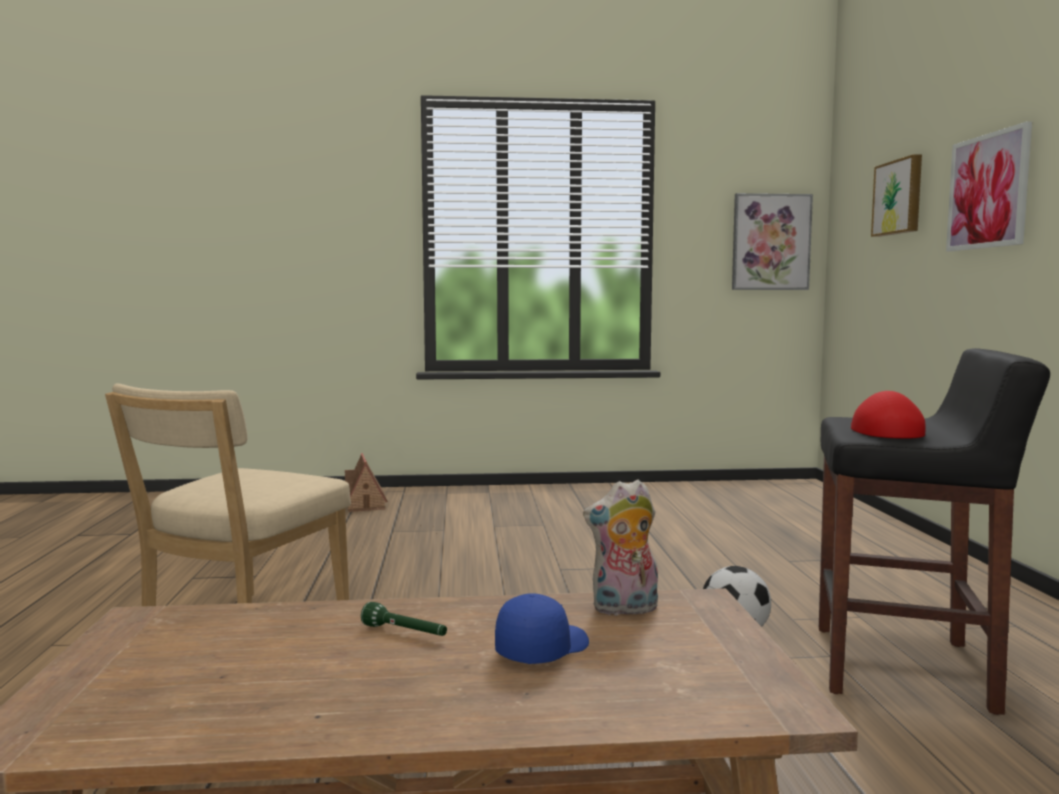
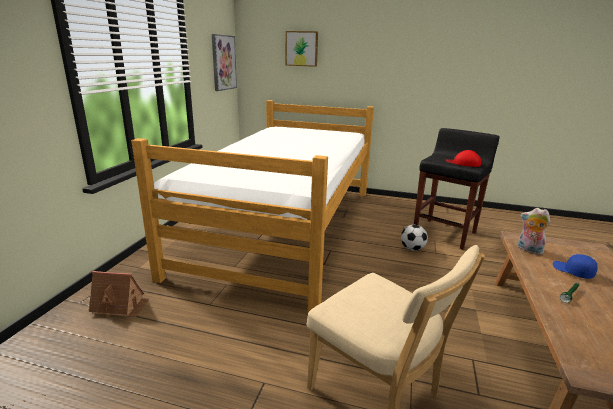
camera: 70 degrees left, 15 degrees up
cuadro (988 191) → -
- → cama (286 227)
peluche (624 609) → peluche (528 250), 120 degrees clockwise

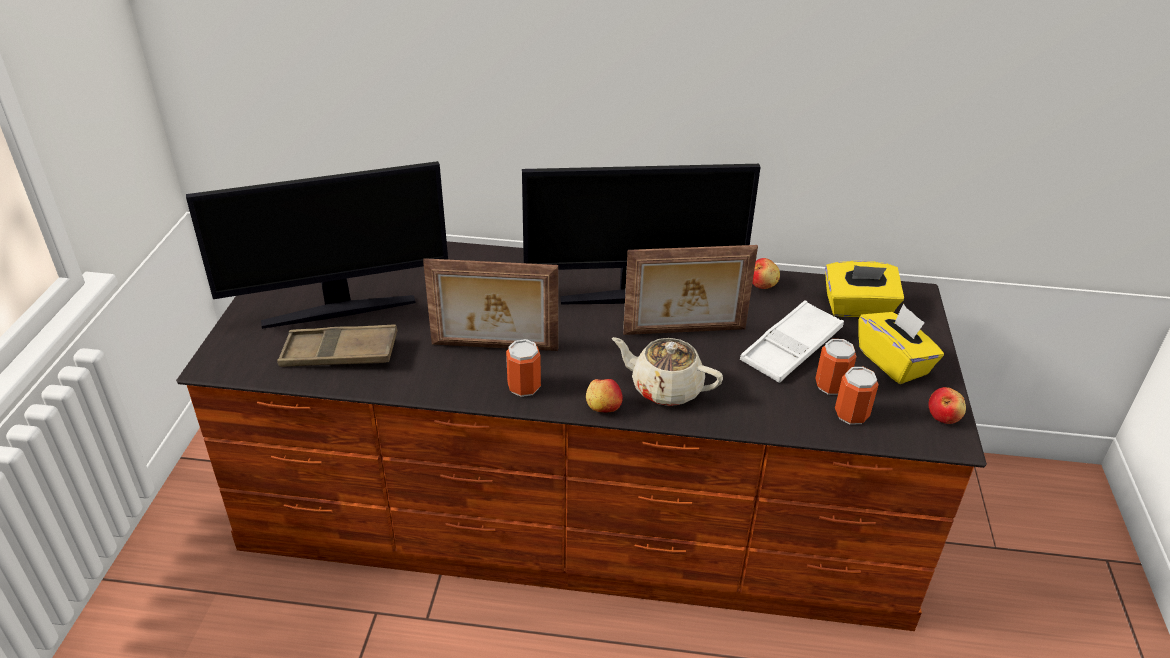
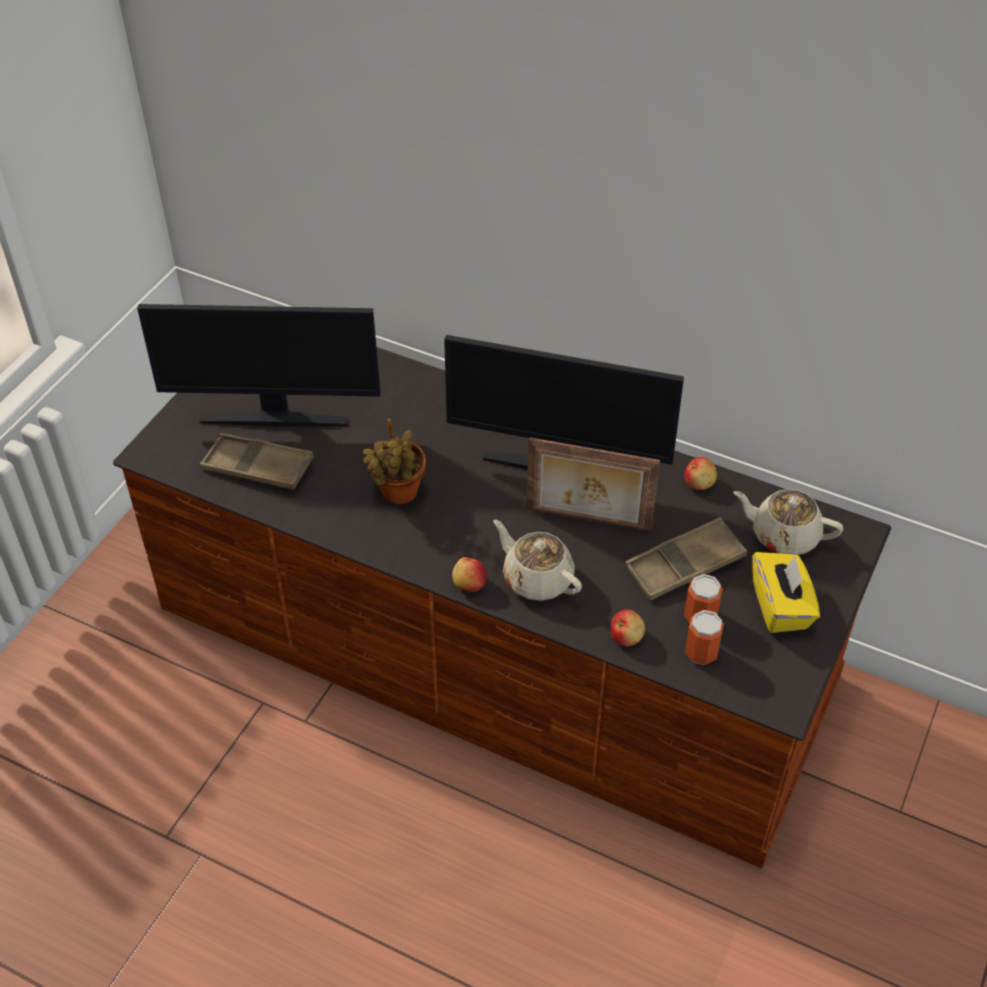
camera: 20 degrees right, 10 degrees up
lata (524 387) → -
manzana (943 416) → manzana (626 636), moved
portarretratos (494 348) → planta en maceta (398 495)
caja de pañuelos (amarillo) (858 308) → tetera (beis) (783 535)
bandeja (blanco) (791 348) → bandeja (marrón) (684 565)

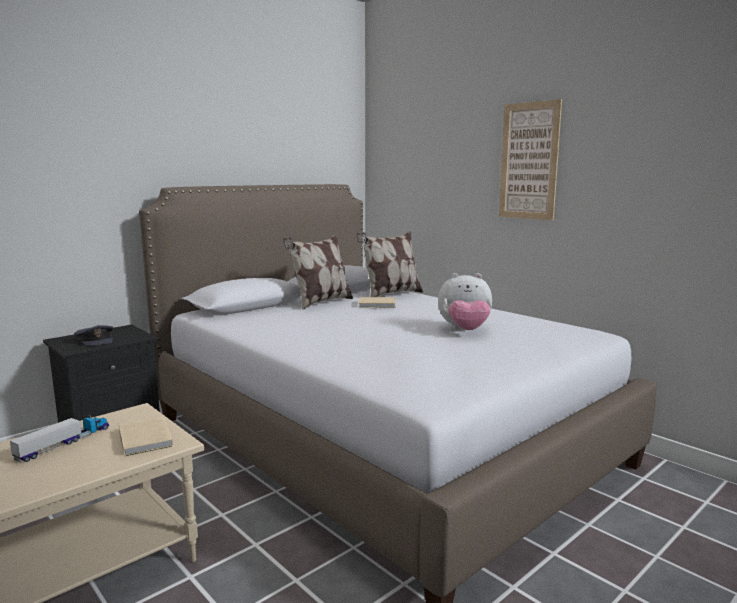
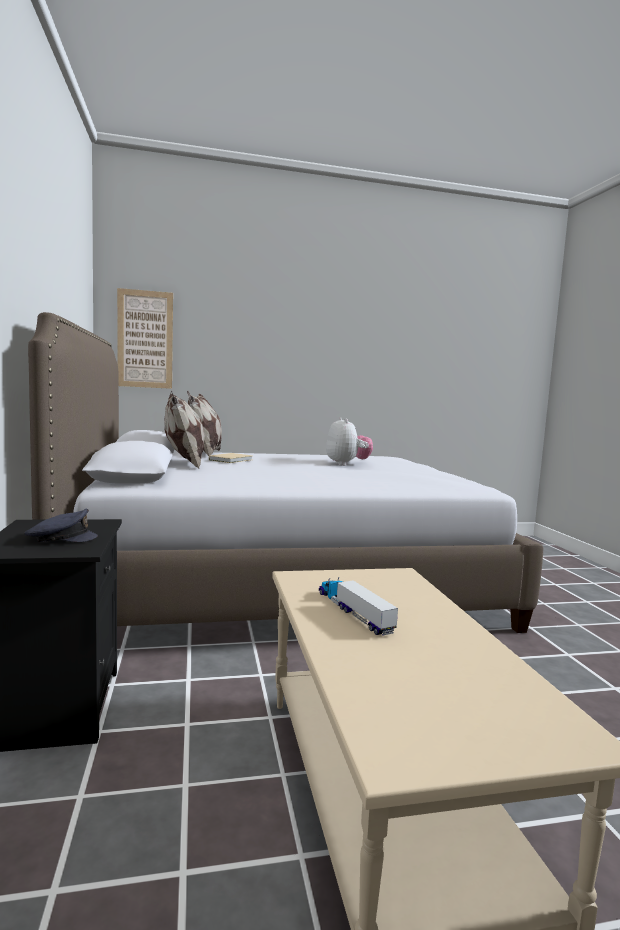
camera: 60 degrees left, 5 degrees down
libro (beis) (144 439) → -
cuadro (529 161) → cuadro (145 339), moved
peluche (465 331) → peluche (347 464), 45 degrees counterclockwise

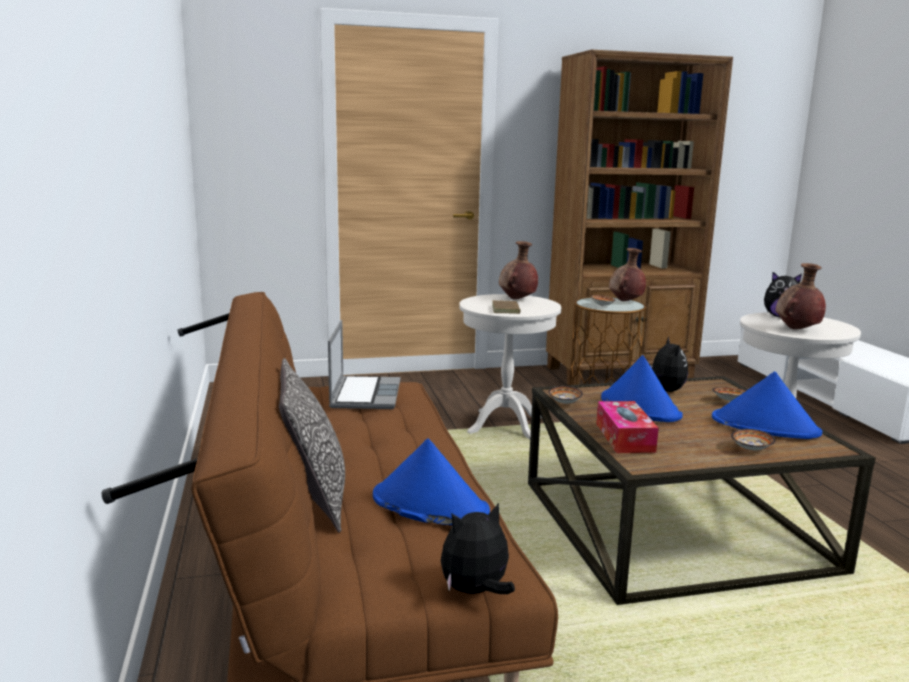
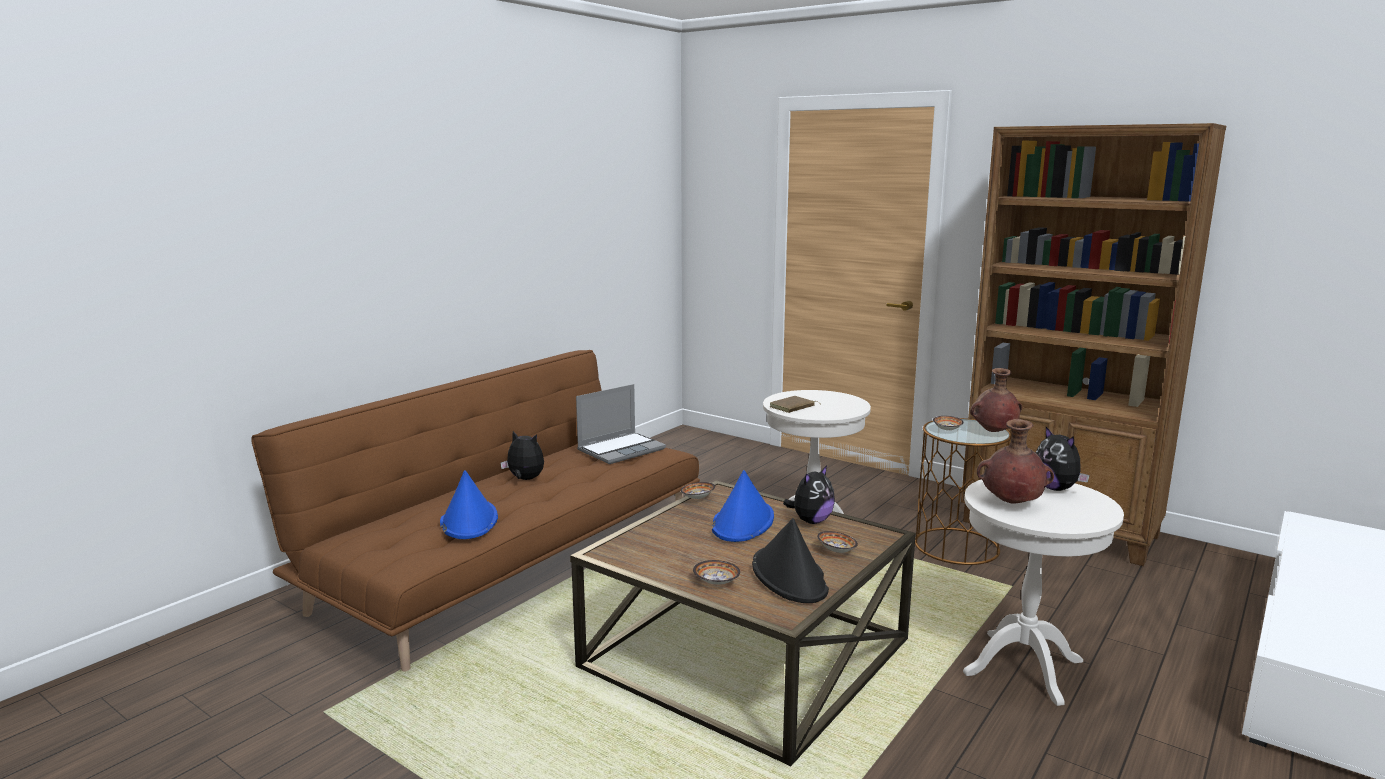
camera: 50 degrees right, 0 degrees up
cojín (313 500) → -
florero (marrón) (517 299) → -
caja de pañuelos (624 437) → -
peluche (476 592) → peluche (525 479), moved
sombrero (azul) (765 426) → sombrero (negro) (789 576)

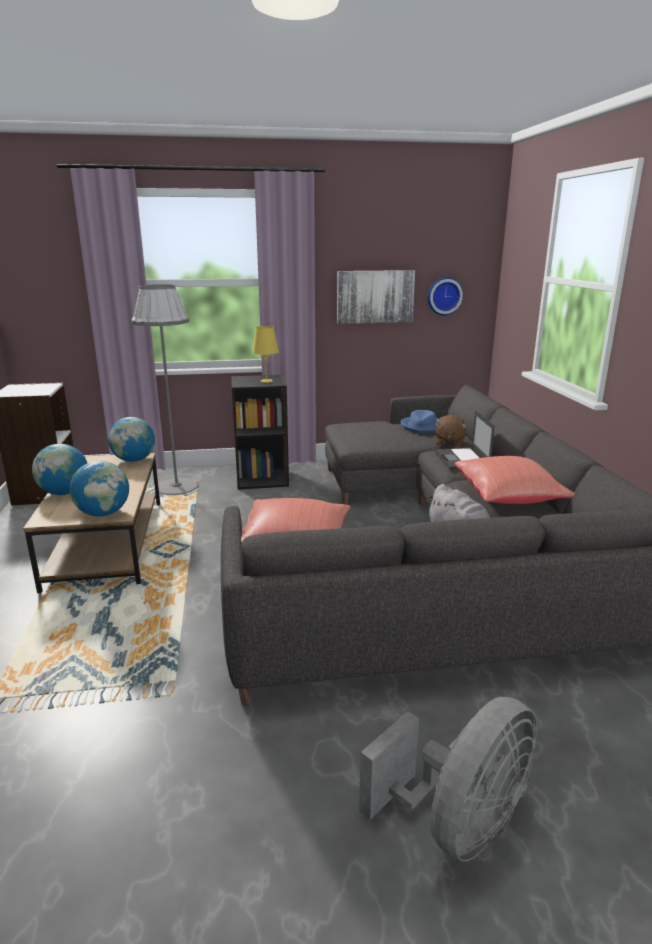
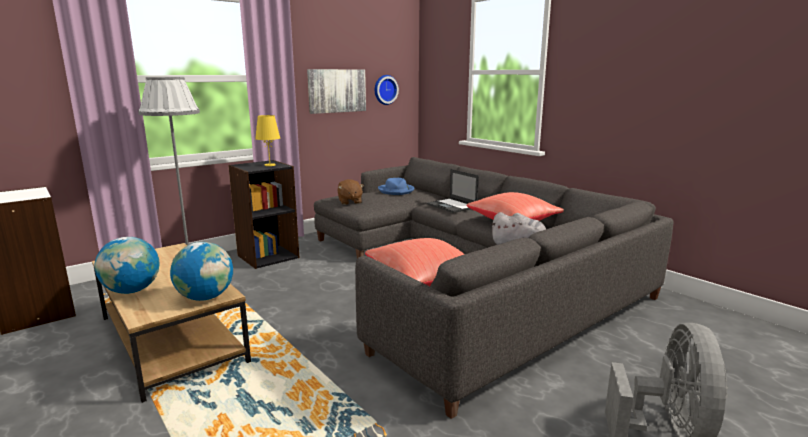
camera: 30 degrees left, 5 degrees down
globo terráqueo (134 460) → -
peluche (marrón) (449 443) → peluche (marrón) (350 202), moved

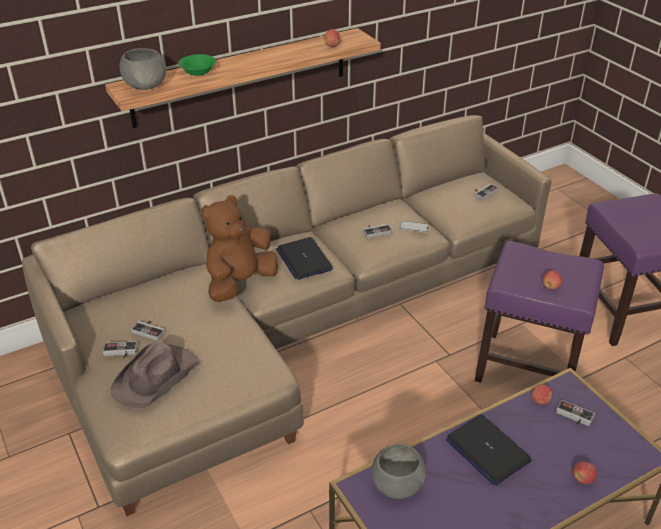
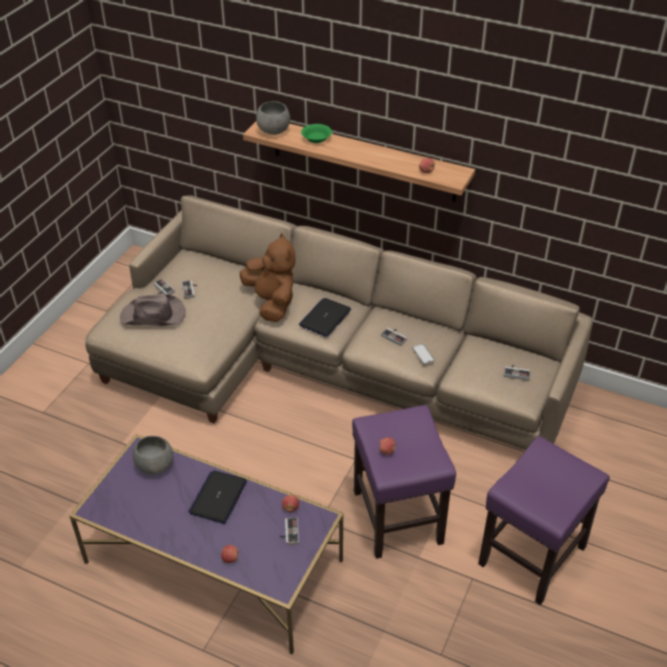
camera: 55 degrees right, 5 degrees up
peluche (marrón) (239 283) → peluche (marrón) (272 302), 60 degrees clockwise

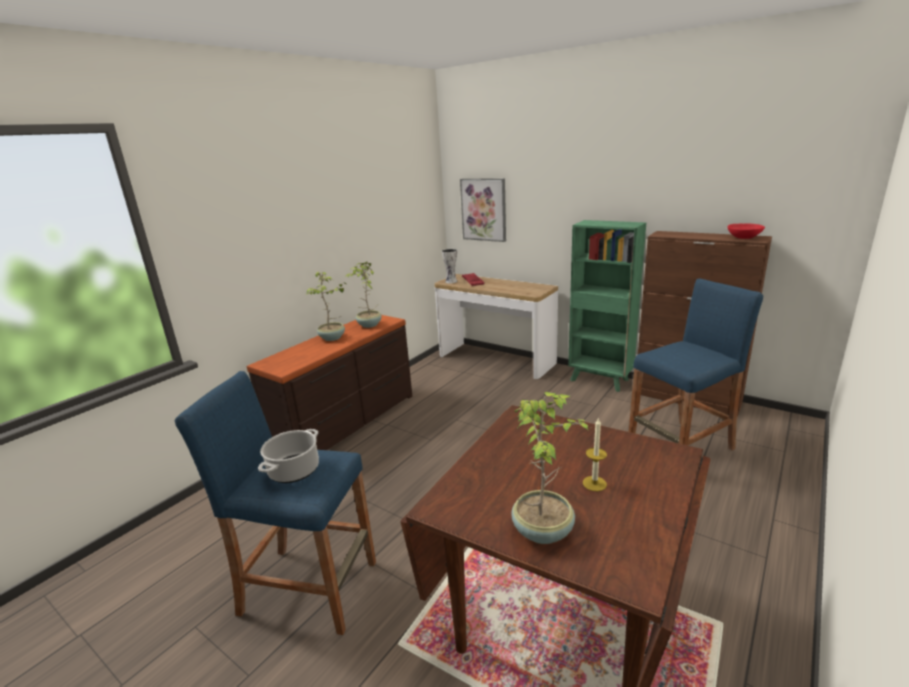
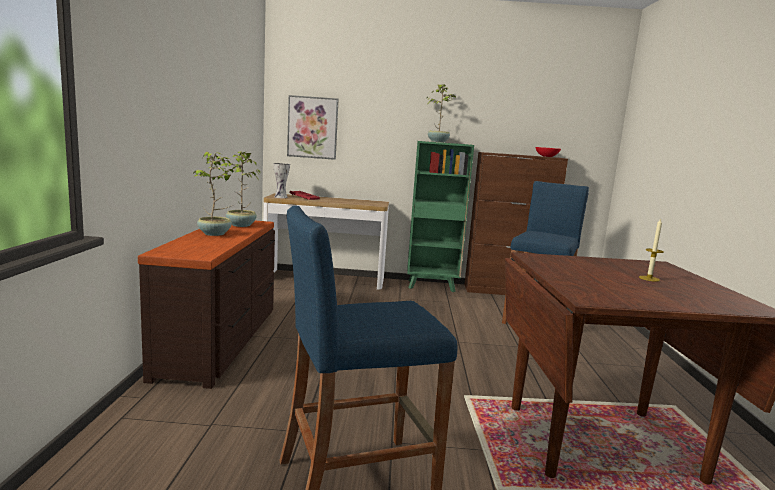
camera: 35 degrees left, 10 degrees down
olla (294 470) → -
planta en maceta (544 530) → planta en maceta (438 142), moved

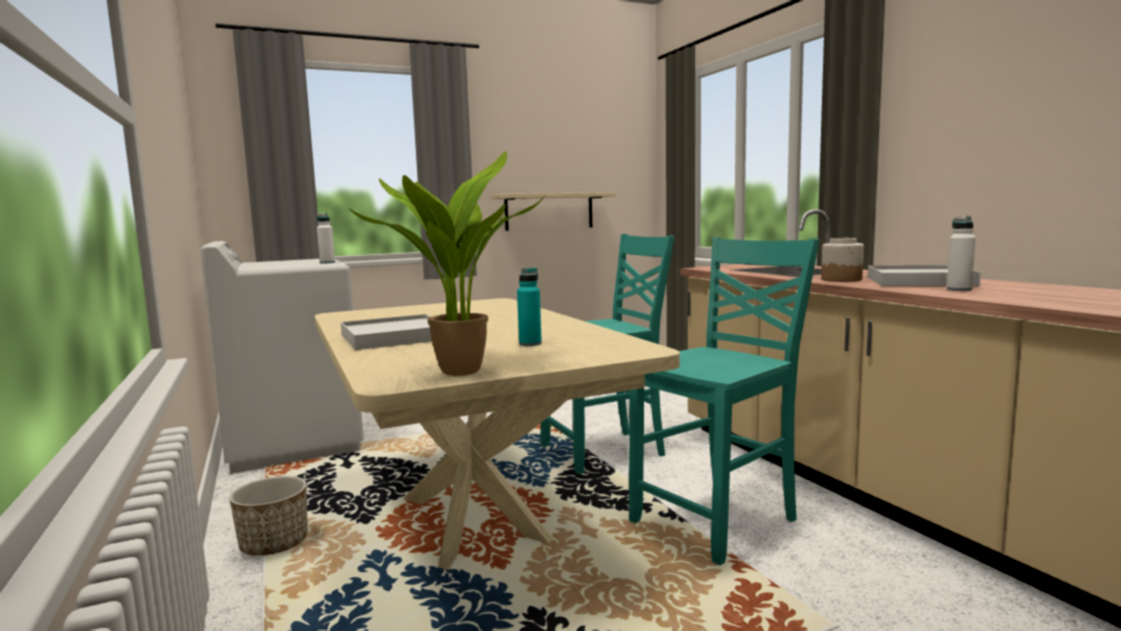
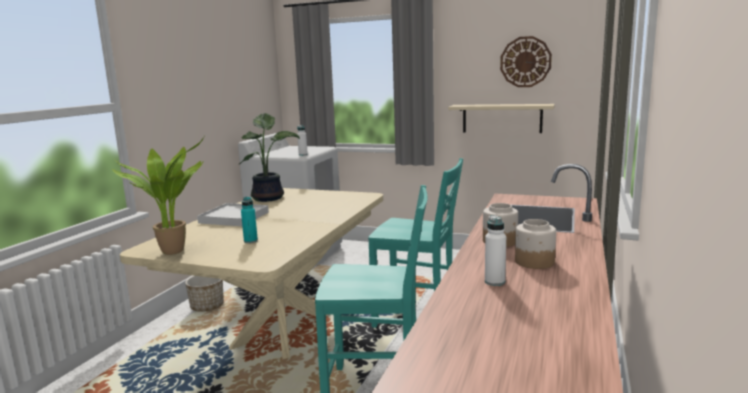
camera: 45 degrees right, 5 degrees up
- → planta en maceta (269 198)
- → reloj de pared (525 62)
bandeja (blanco) (919 281) → tarro (534 262)

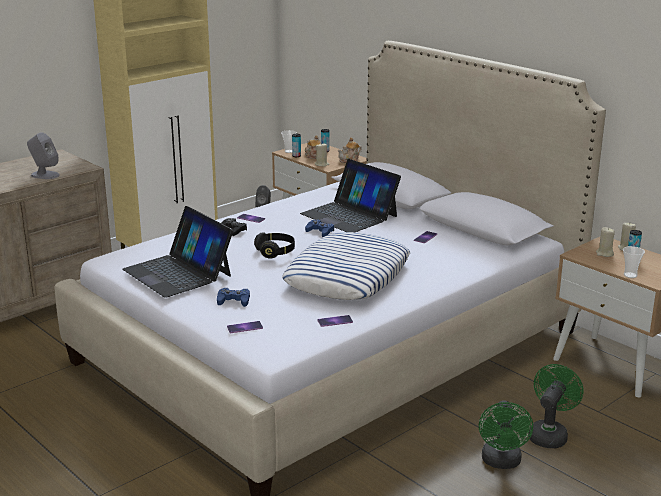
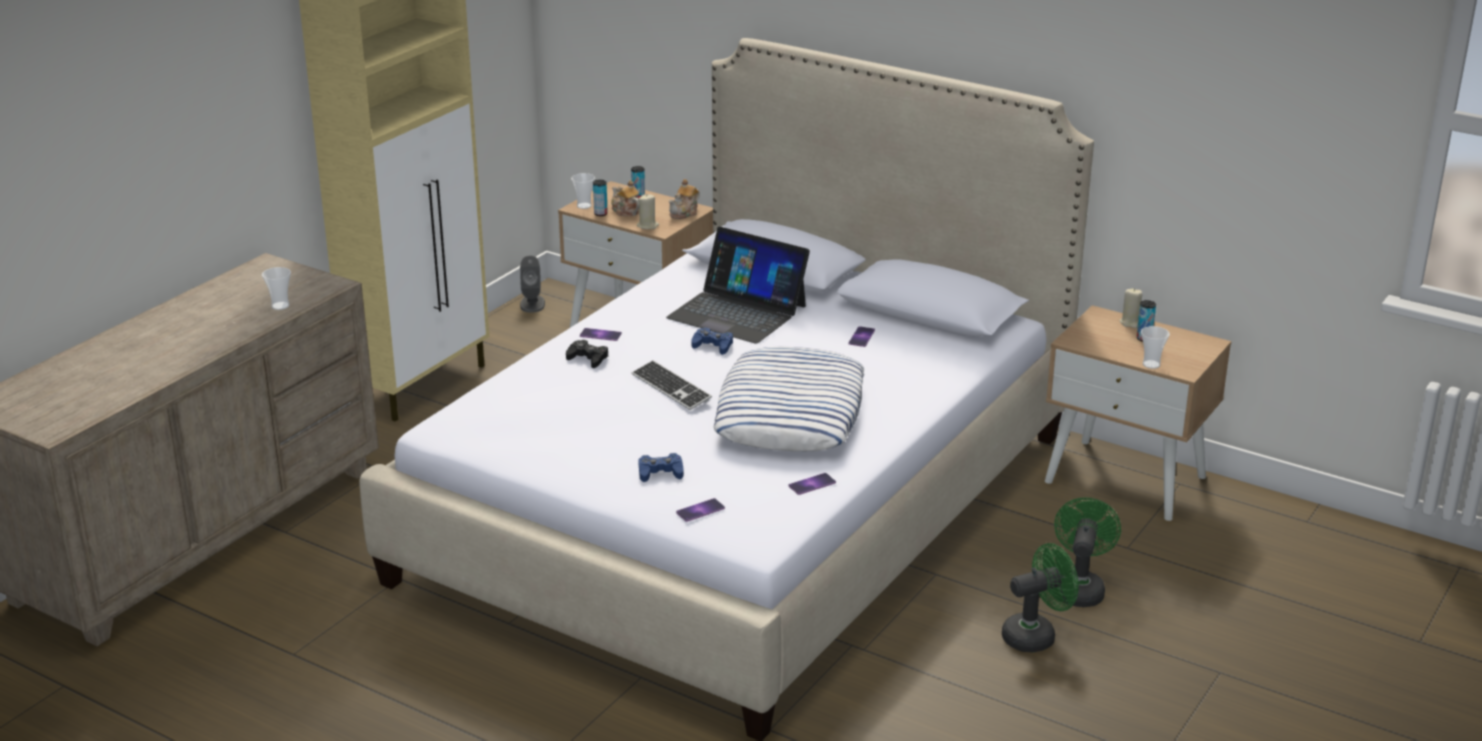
camera: 15 degrees left, 5 degrees up
portátil (178 272) → -
vela (beis) (604 254) → -
altavoz (gris) (44 175) → taza (280 306)
auriculares (negro) (275 252) → teclado (671 387)
ventilador (verde) (501 462) → ventilador (verde) (1036 635), 105 degrees counterclockwise

